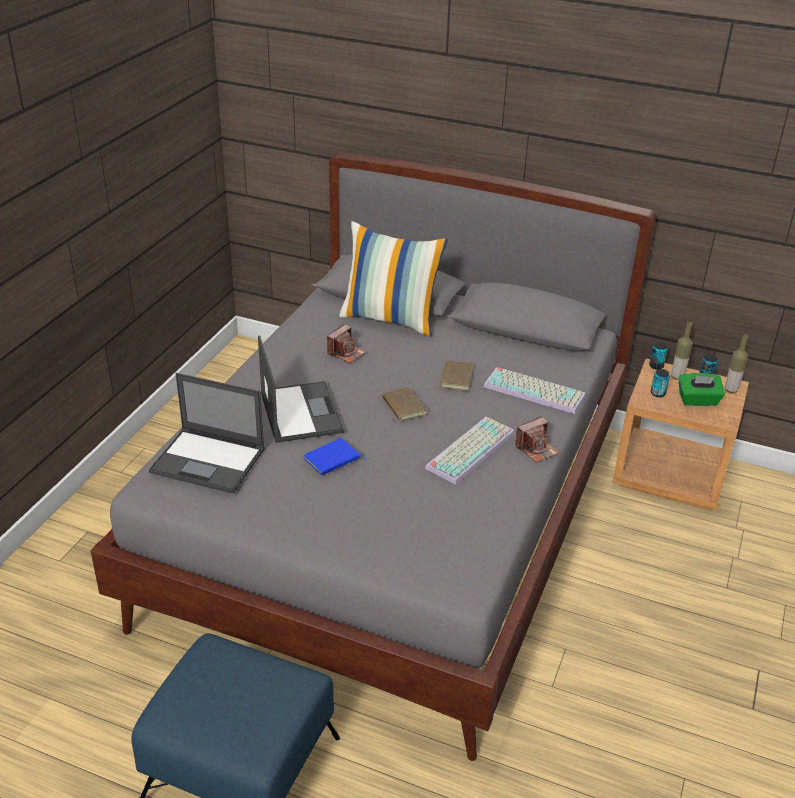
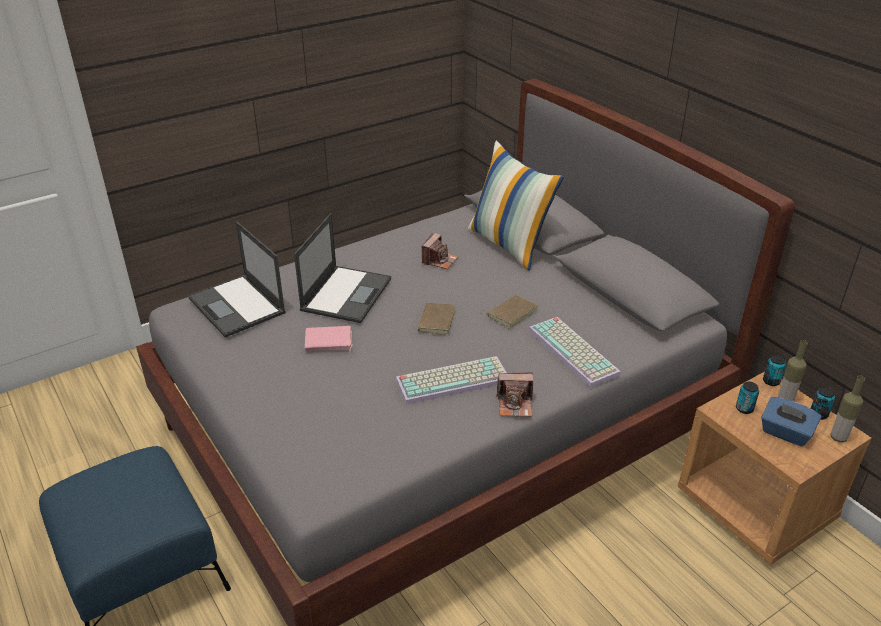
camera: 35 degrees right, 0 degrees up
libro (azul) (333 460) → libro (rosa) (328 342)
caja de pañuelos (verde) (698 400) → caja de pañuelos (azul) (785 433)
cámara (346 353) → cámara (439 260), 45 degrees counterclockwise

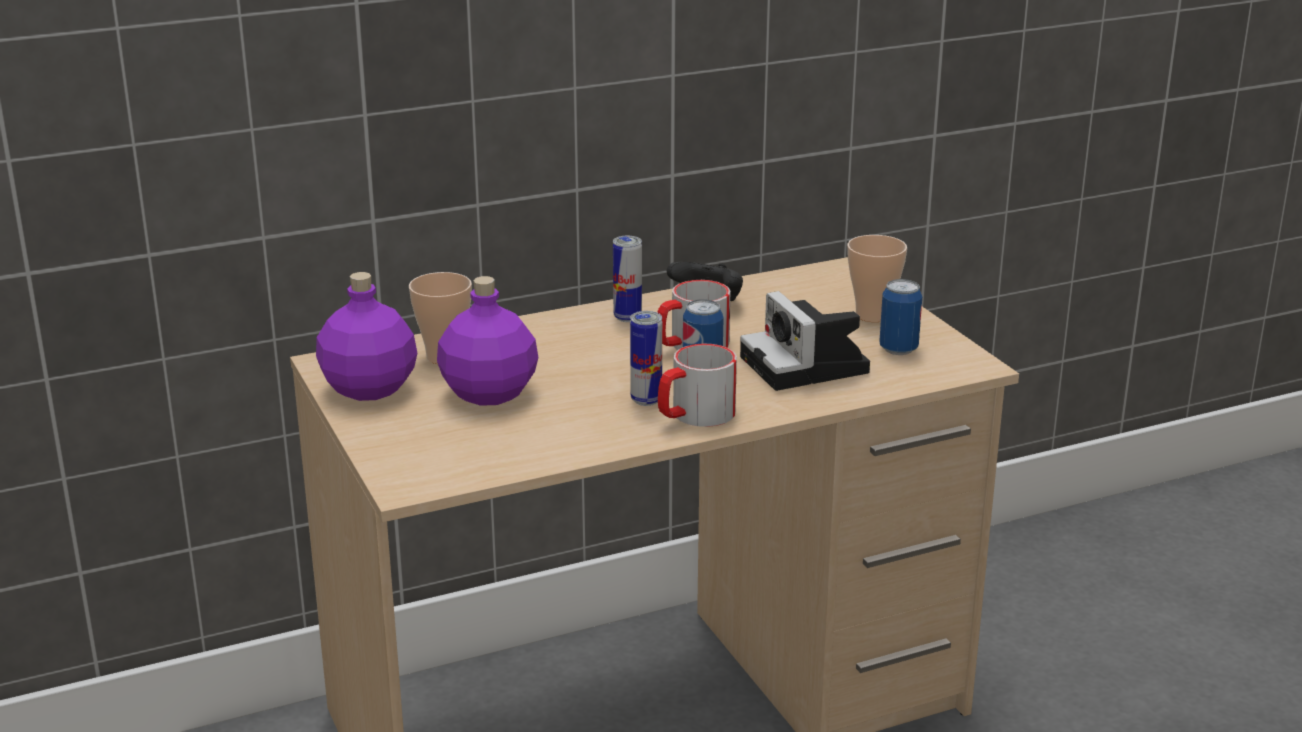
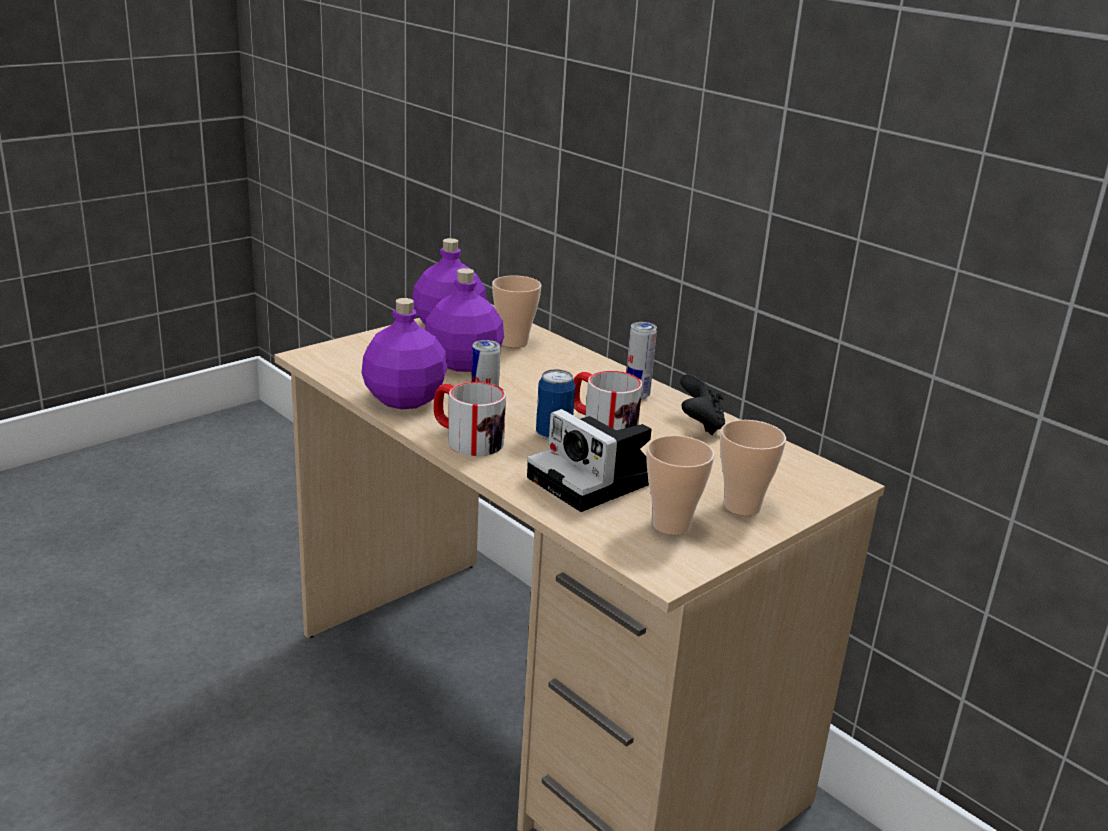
camera: 70 degrees right, 0 degrees up
- → botella (morado) (403 399)
lata (898 349) → taza (671 525)
cámara (808 366) → cámara (596 481), 90 degrees counterclockwise

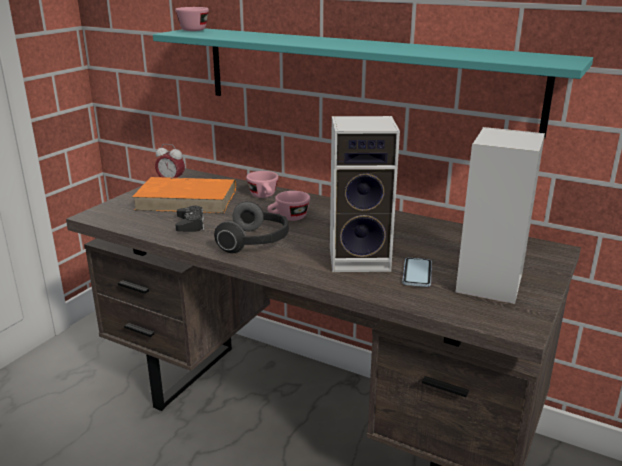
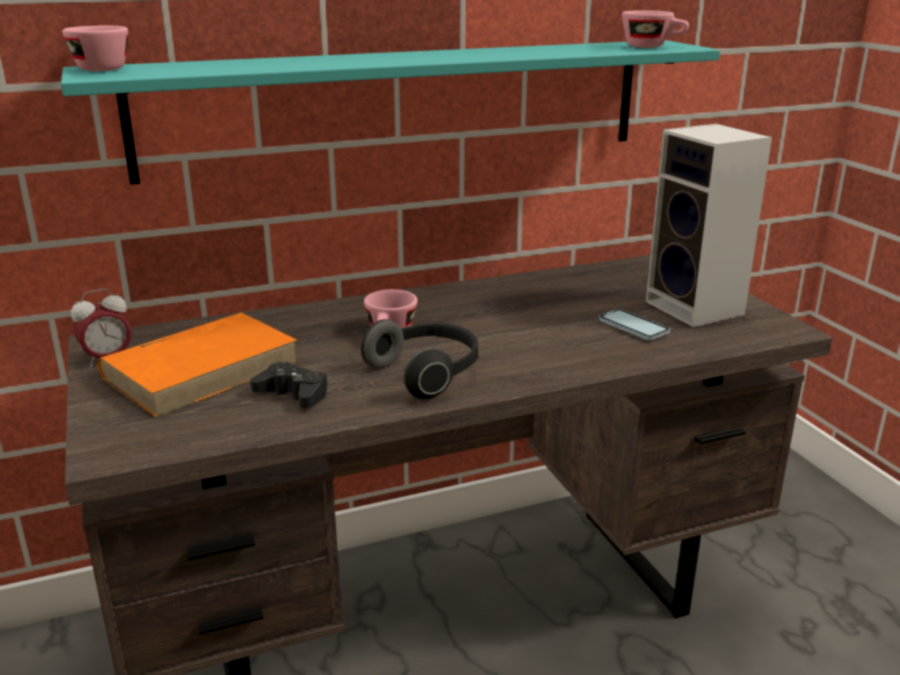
camera: 50 degrees left, 0 degrees up
altavoz (362 258) → -
taza (rosa) (264 196) → taza (rosa) (652 47), moved

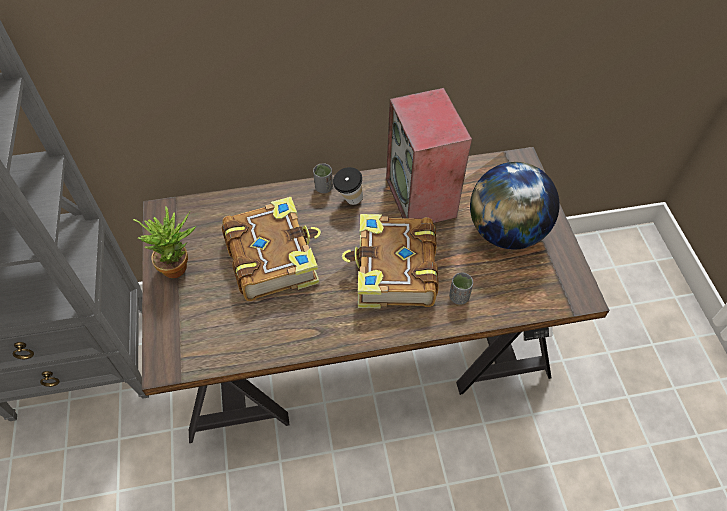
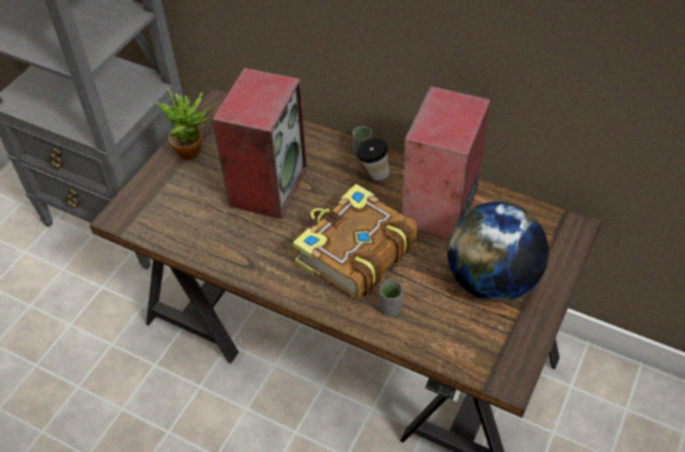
camera: 40 degrees right, 5 degrees down
libro (273 257) → altavoz (268 185)

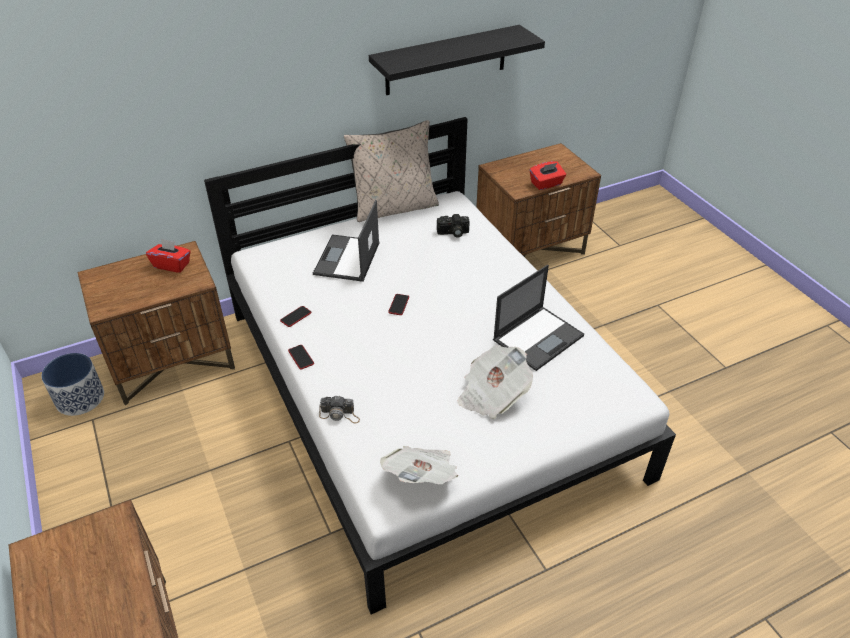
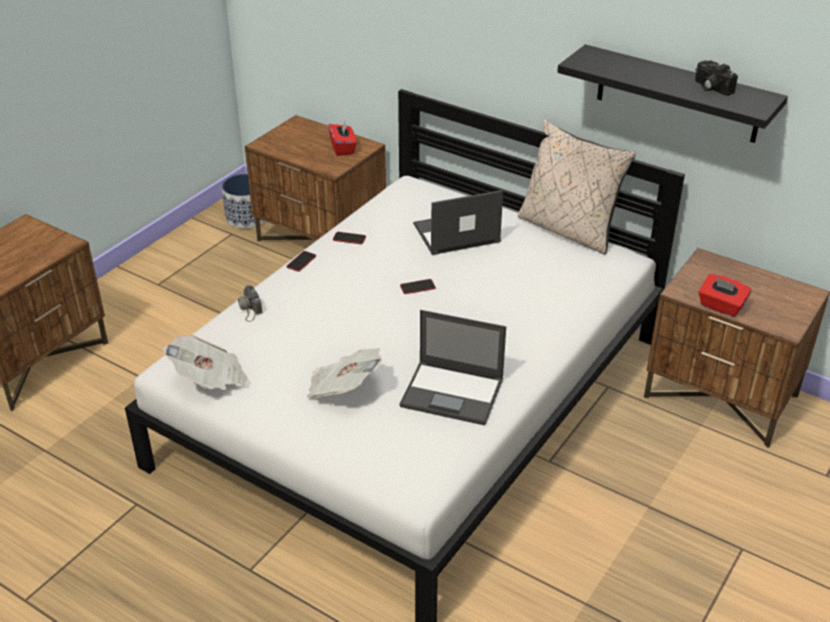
camera: 60 degrees right, 5 degrees down
cámara (453 233) → cámara (710 87), moved

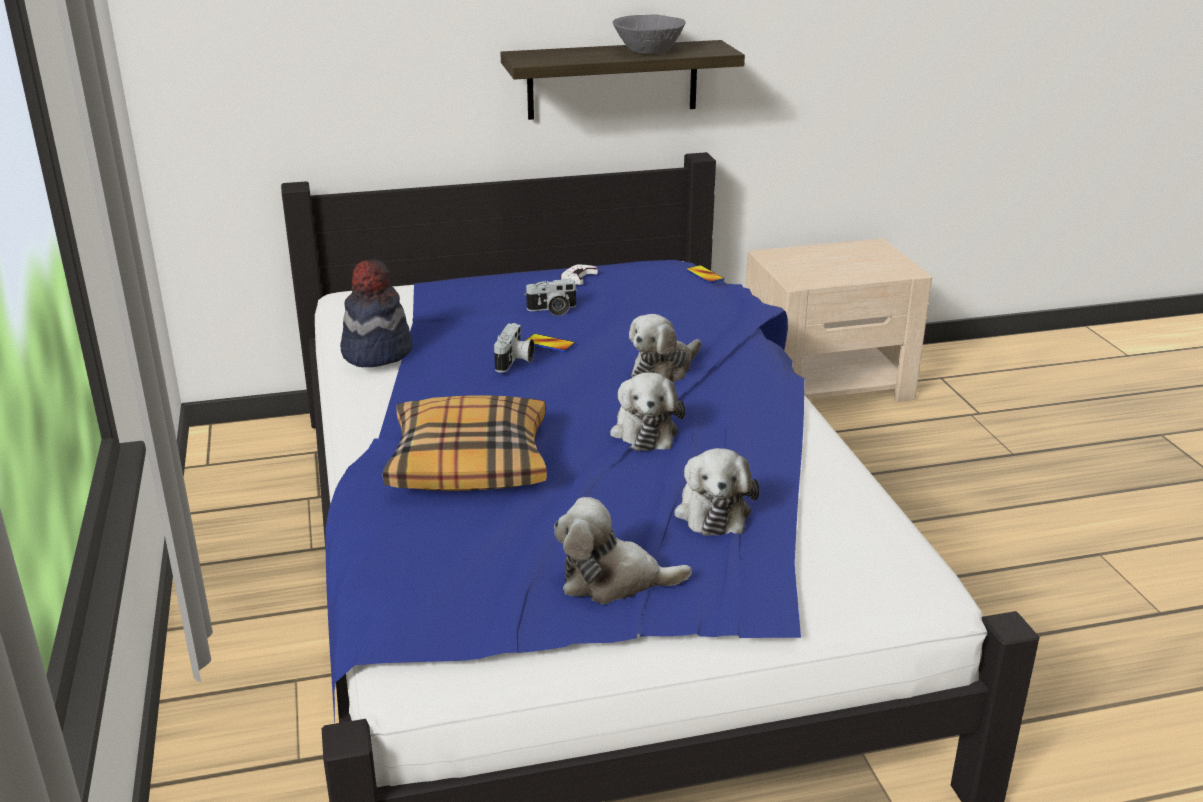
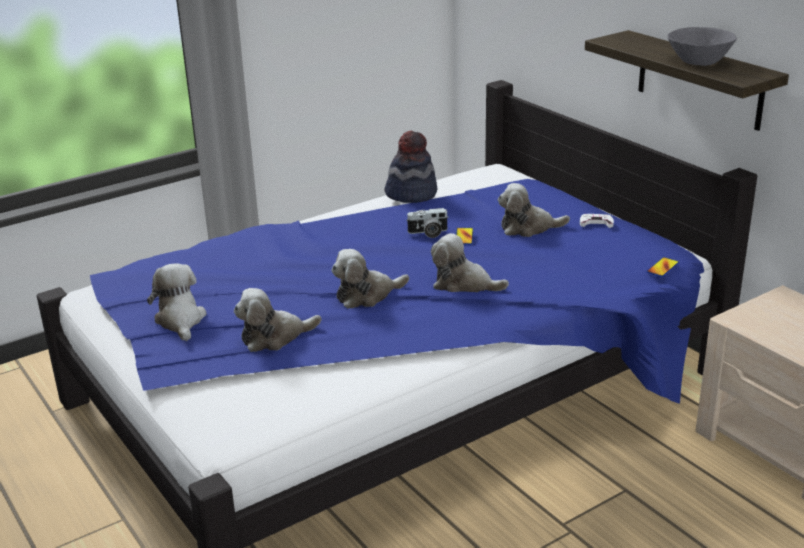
camera: 70 degrees right, 0 degrees up
cojín (469 462) → -
cámara (552 310) → peluche (528 228)

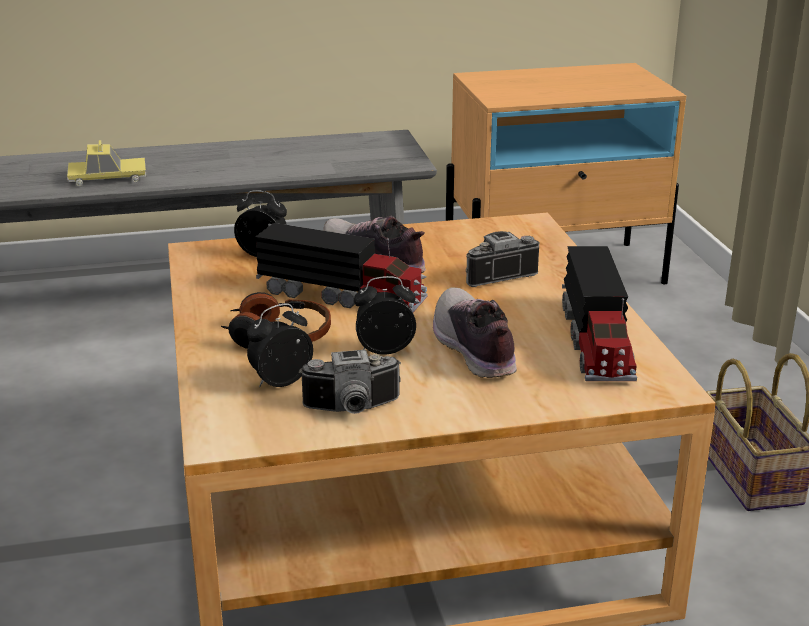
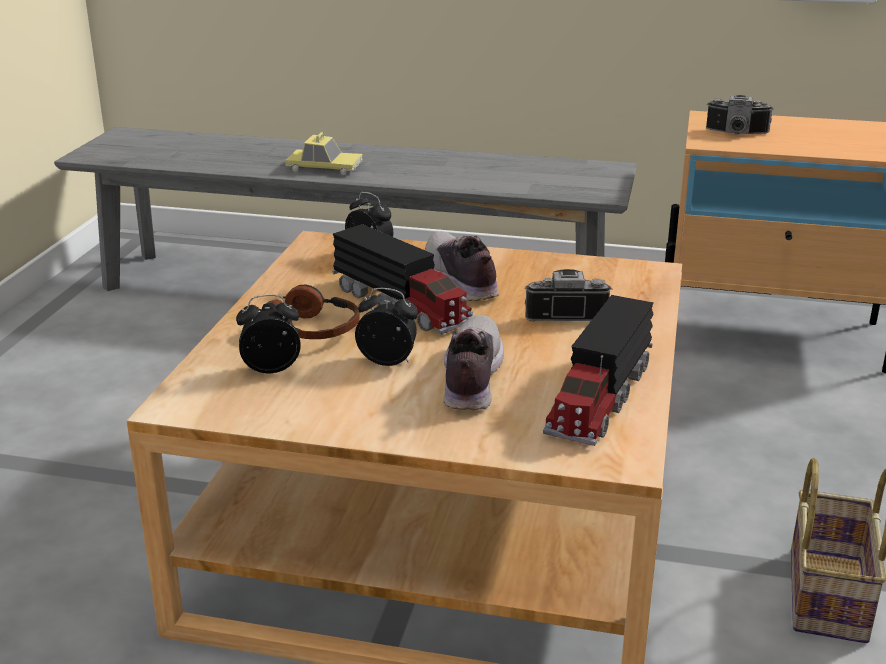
camera: 25 degrees right, 0 degrees up
cámara (353 409) → cámara (736 133), moved

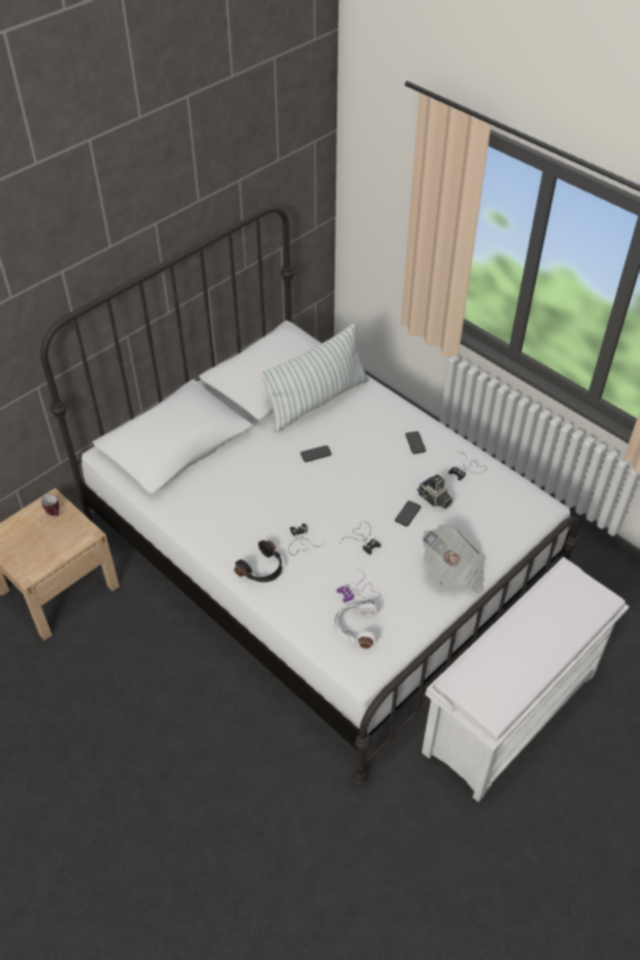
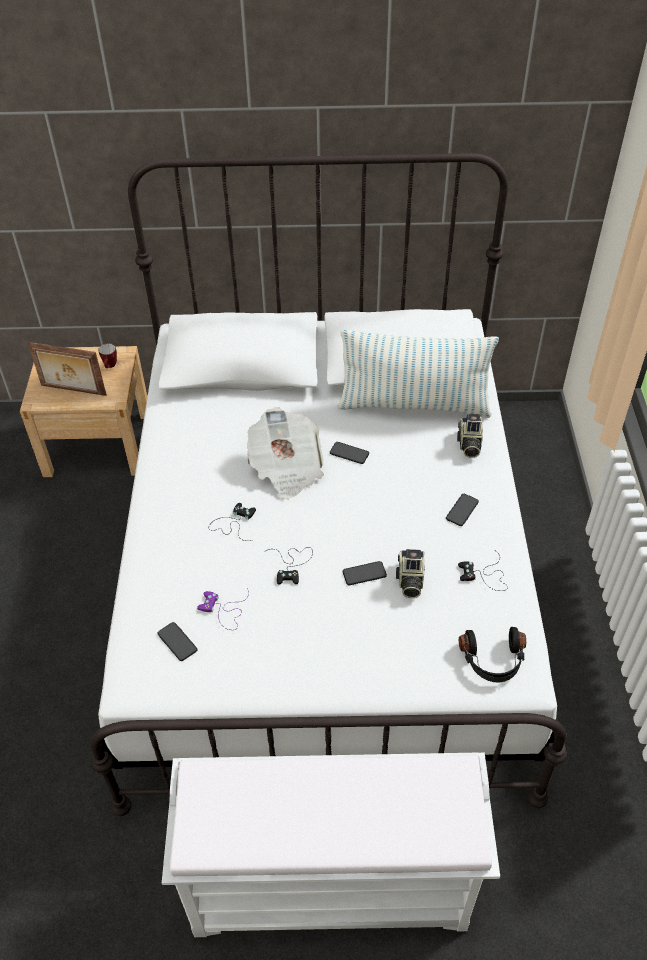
camera: 45 degrees right, 0 degrees up
- → portarretratos (73 391)
- → cámara (468 444)
auriculares (negro) (262 569) → auriculares (negro) (493 661), moved
periódico (453 571) → periódico (286 468), moved
auriculares (blanco) (355 628) → móvil (177 642)

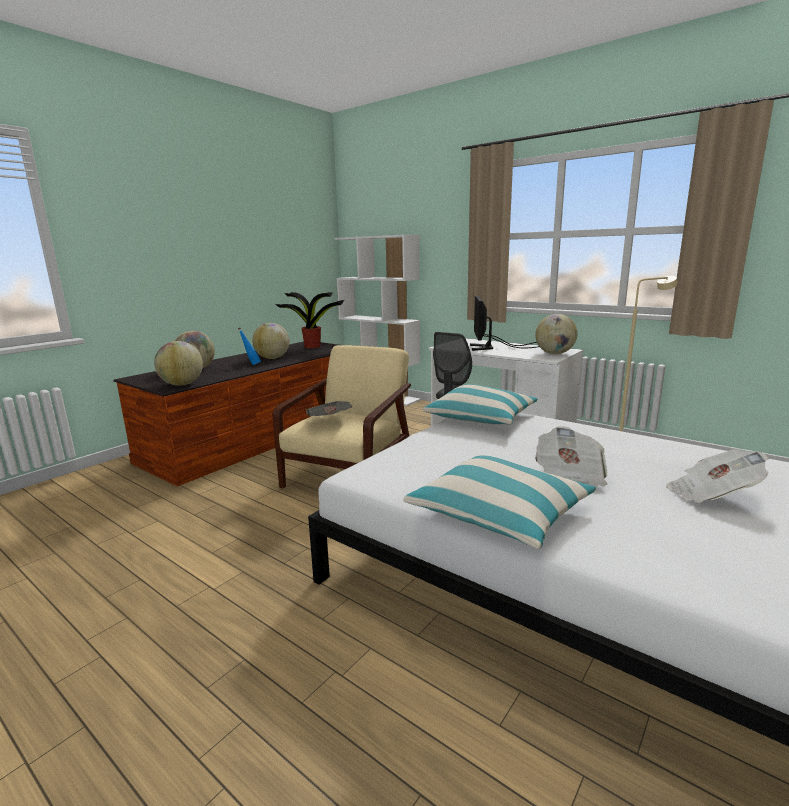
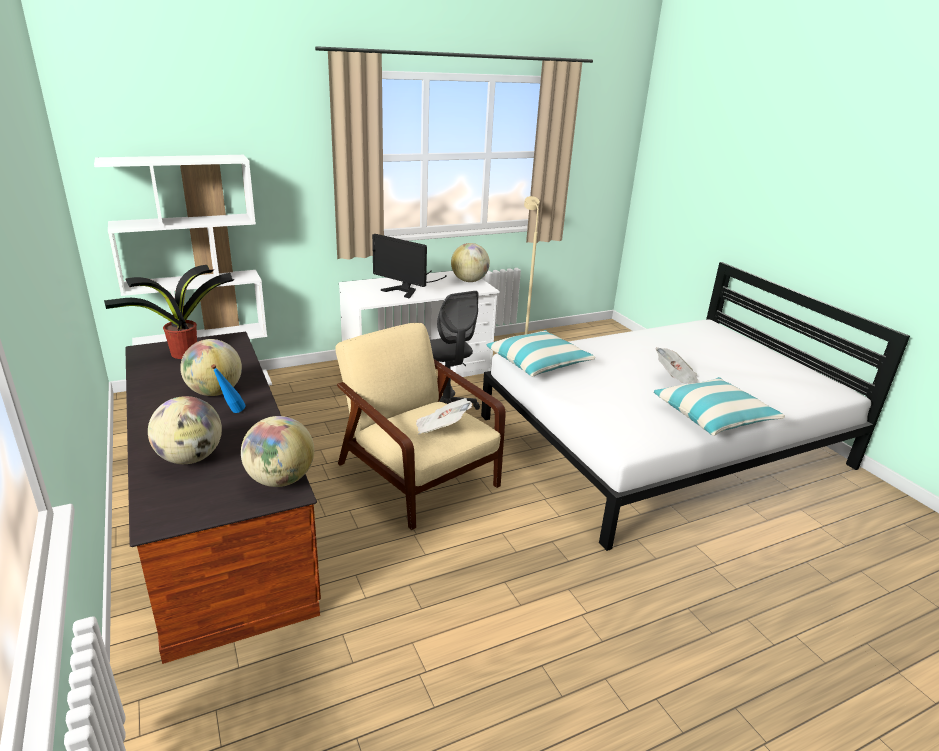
camera: 65 degrees left, 10 degrees up
periódico (711 494) → -

